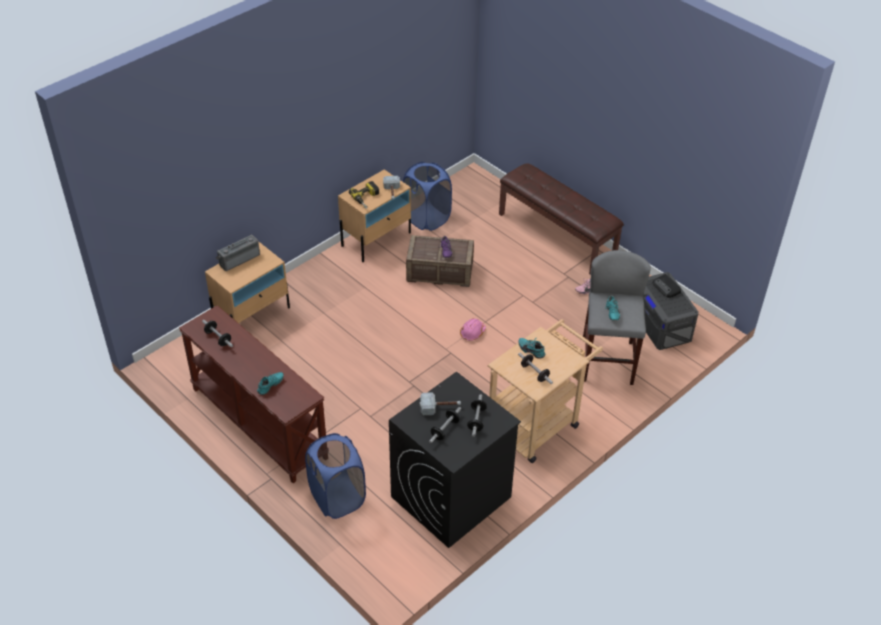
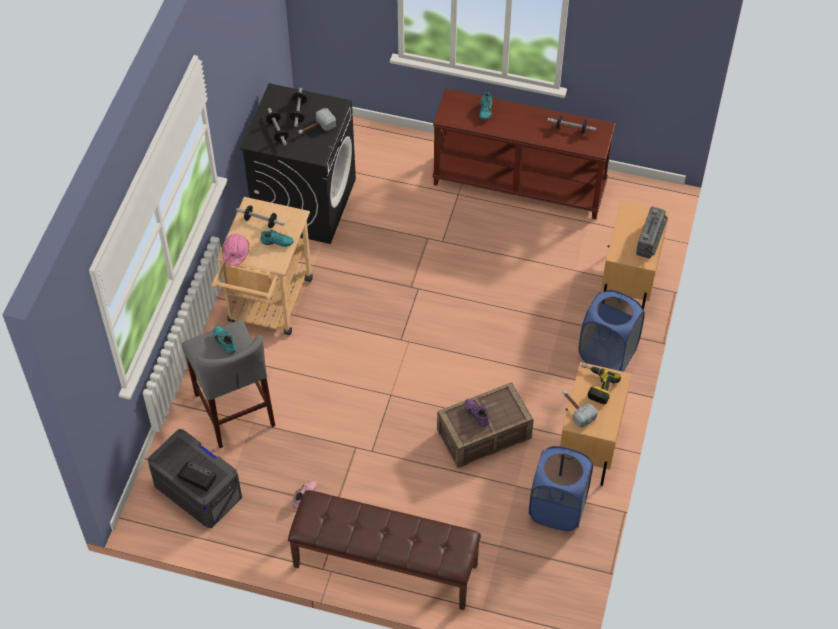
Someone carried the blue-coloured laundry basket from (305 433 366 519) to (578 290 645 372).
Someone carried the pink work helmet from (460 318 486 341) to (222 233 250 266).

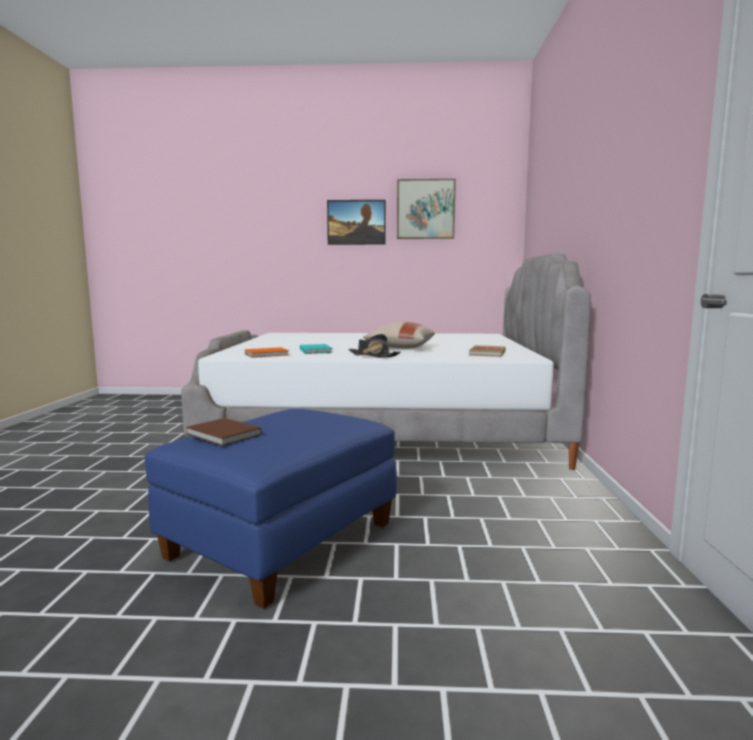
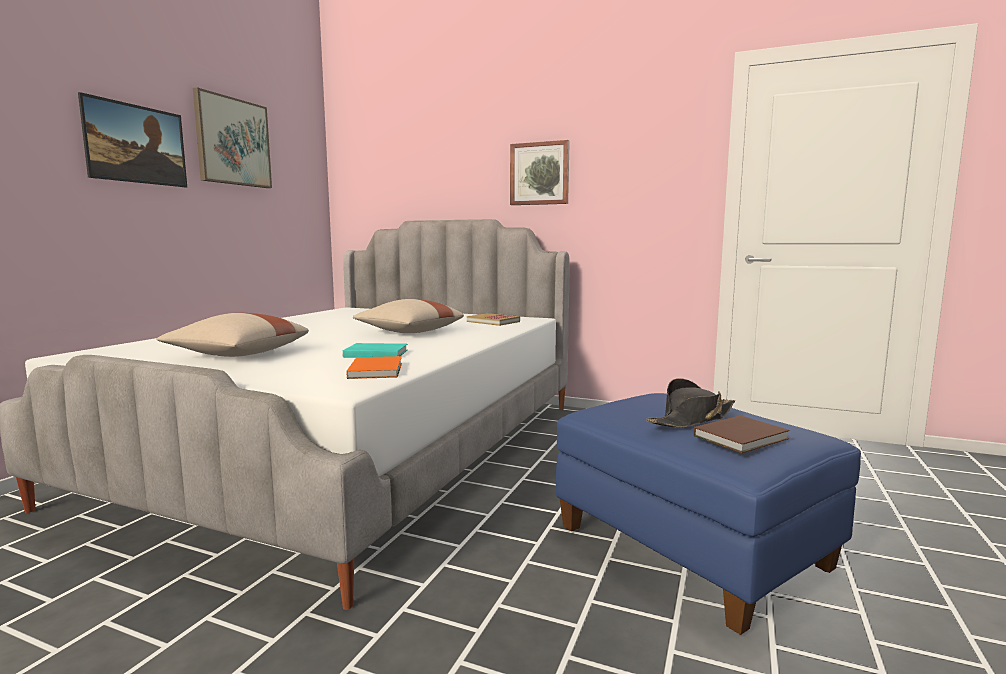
Someone carried the blackish clothing hat from (349 334 401 358) to (646 378 735 427).
Someone put down the beige-coloured cushion at (156 313 309 357).
Someone put up the wall art at (510 140 570 205).

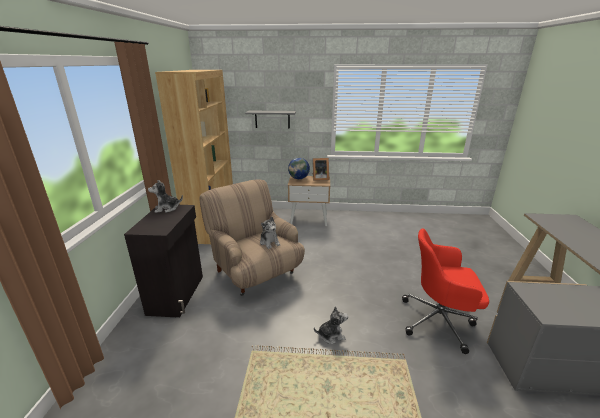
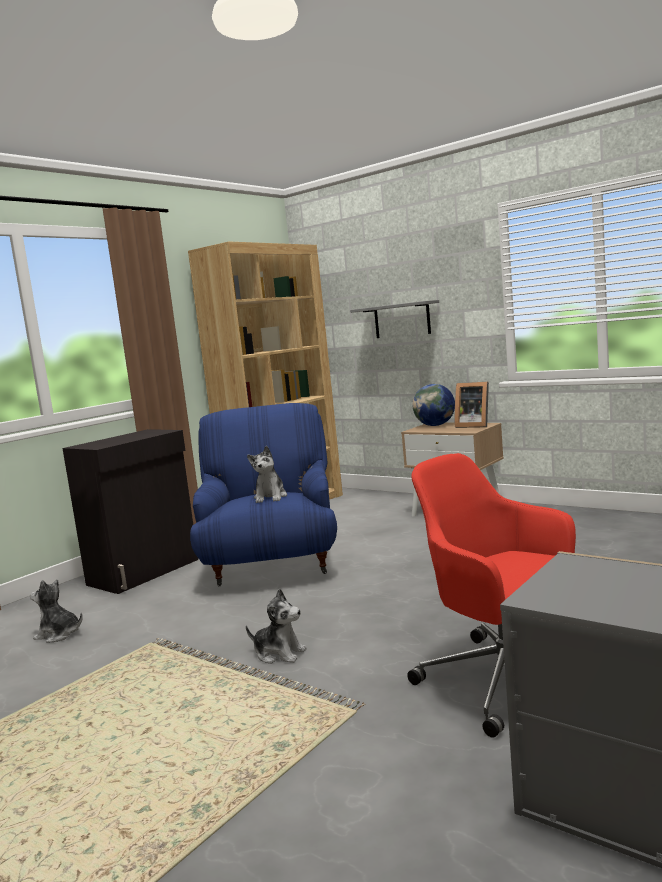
Someone carried the soft toy from (148 180 183 213) to (30 579 83 643).
Someone repainted the beige-coloured easy chair at (199 180 305 296), which became the blue-coloured easy chair at (190 403 337 586).

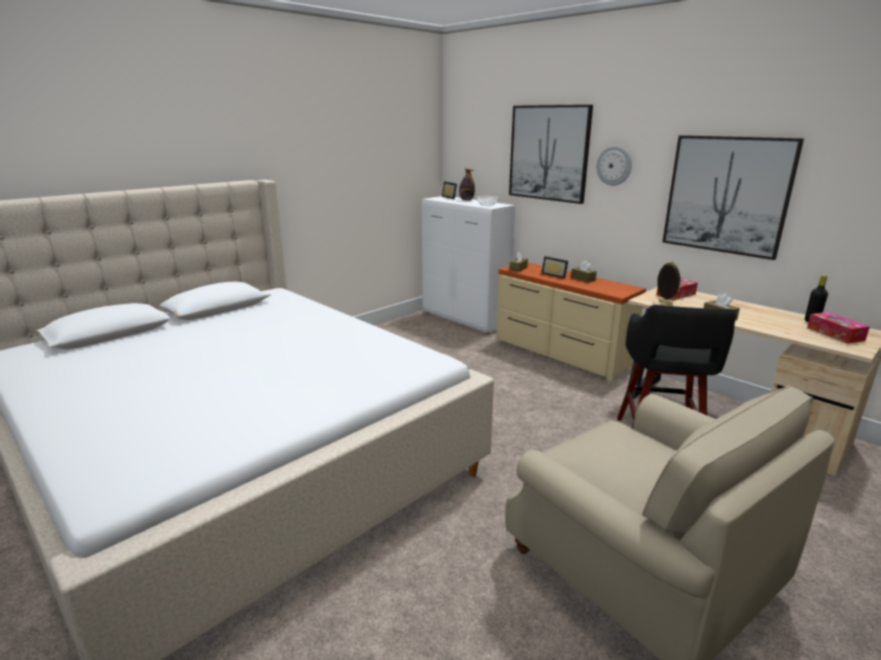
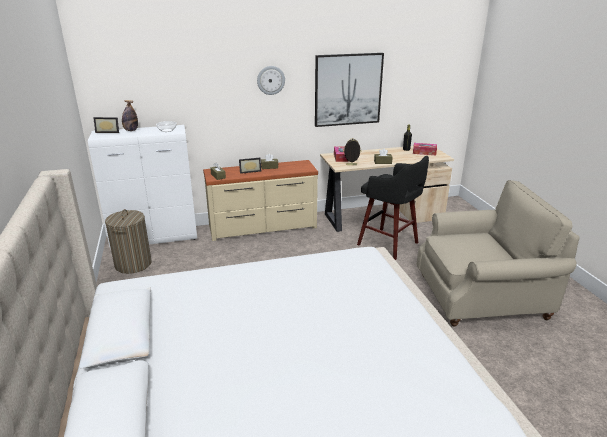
Someone took away the wall art at (509 105 593 204).
Someone put down the laundry basket at (105 209 152 274).

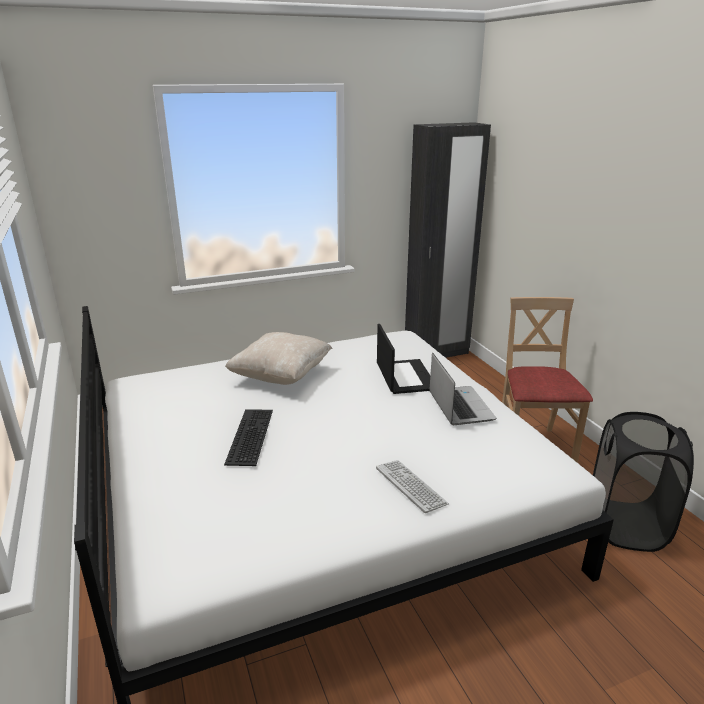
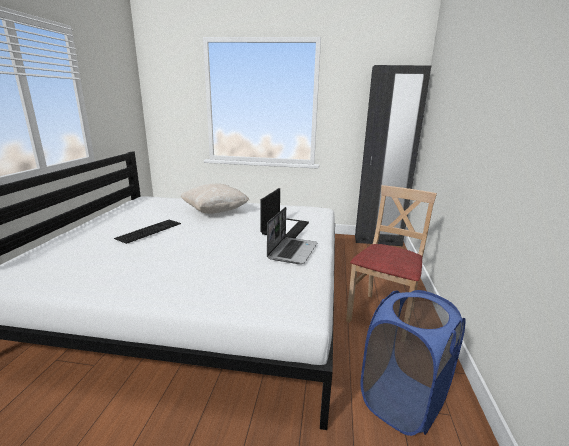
Someone took away the PC keyboard at (376 460 449 513).
Someone repainted the blackish laundry basket at (593 412 694 552), which became the blue-coloured laundry basket at (360 290 466 436).

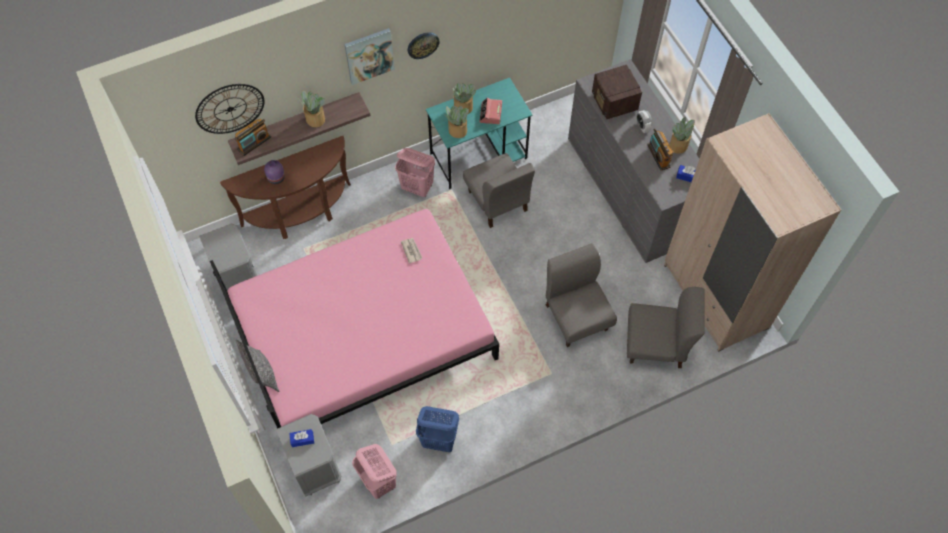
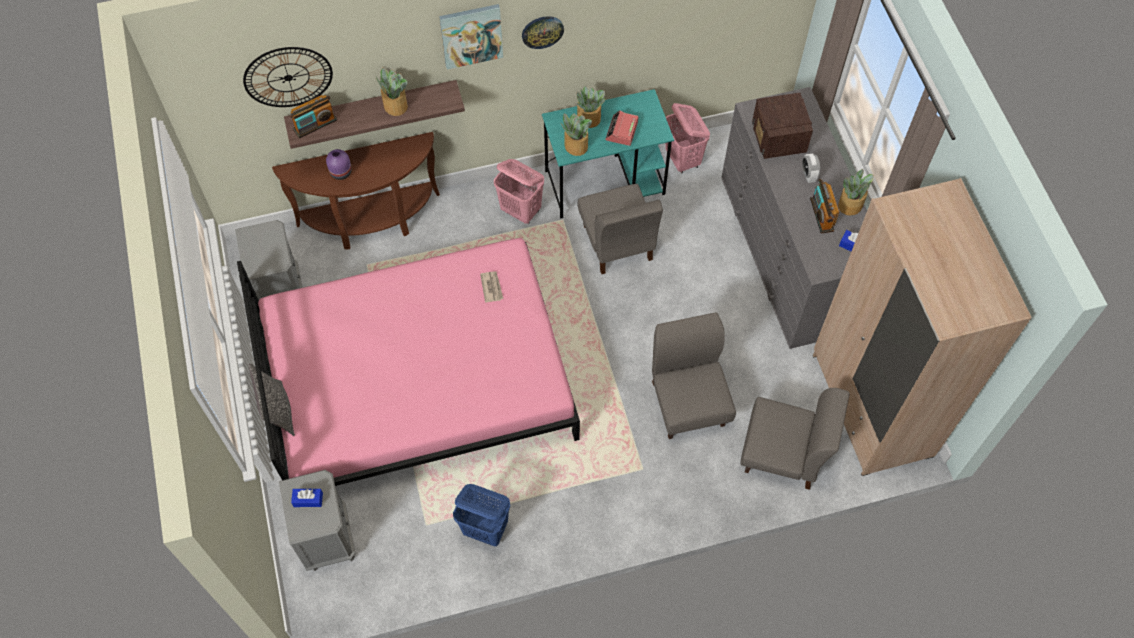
Someone carried the pink laundry basket from (352 444 397 499) to (665 103 710 173).

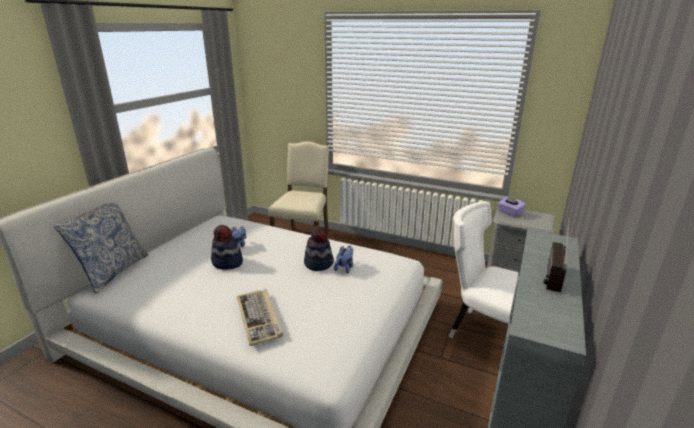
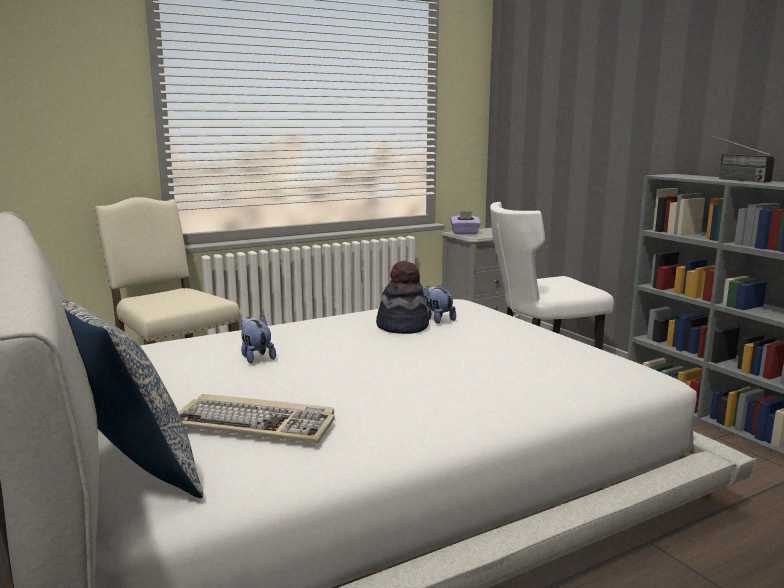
Someone took away the clothing hat at (211 225 243 270).
Someone carried the PC keyboard from (237 289 283 346) to (178 394 335 443).

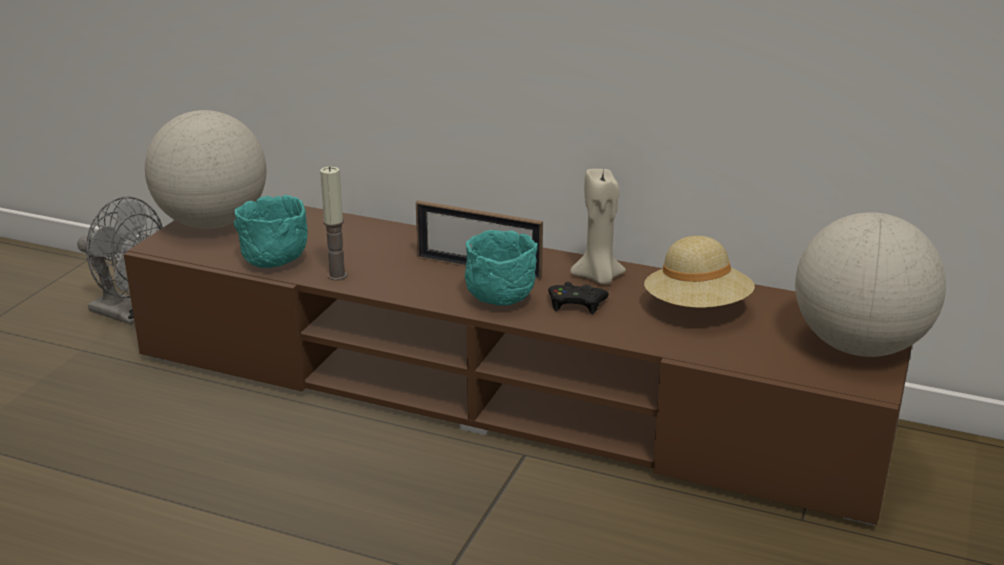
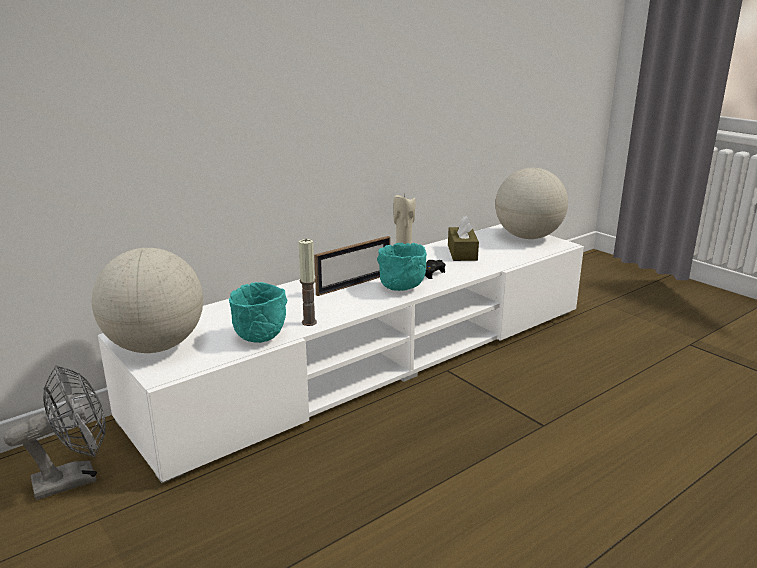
Someone repainted the brown-coloured tv unit at (124 206 912 526), which became the whitish tv unit at (98 224 584 483).
Someone swapped the beige-coloured clothing hat at (644 236 755 308) for the brown-coloured tissue holder at (448 216 479 261).

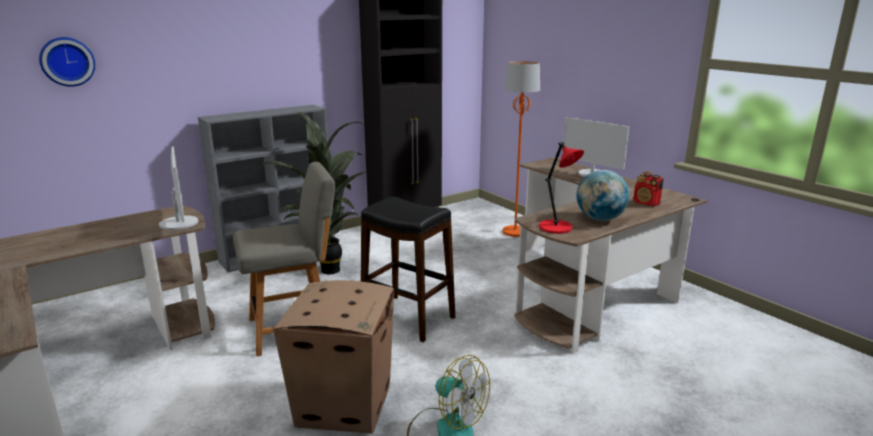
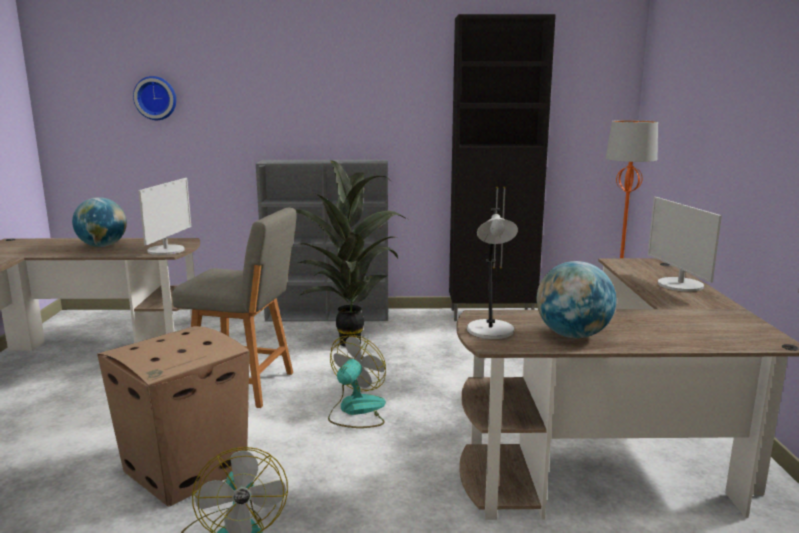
Someone swapped the blackish stool at (361 197 455 342) for the cooling fan at (328 335 386 428).
Someone repainted the reddish tabletop lamp at (539 142 584 234), which became the greyish tabletop lamp at (467 208 518 339).
Someone took away the radio set at (633 171 664 207).
Someone put down the world globe at (72 197 127 247).

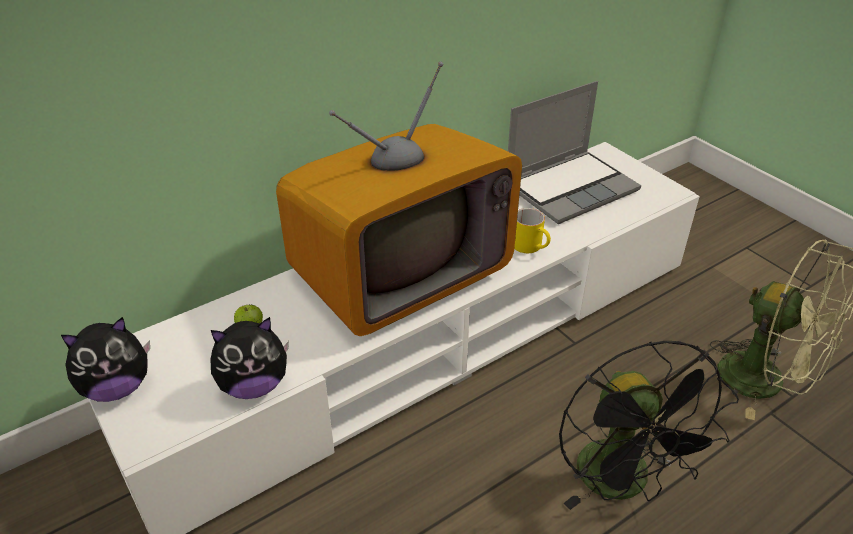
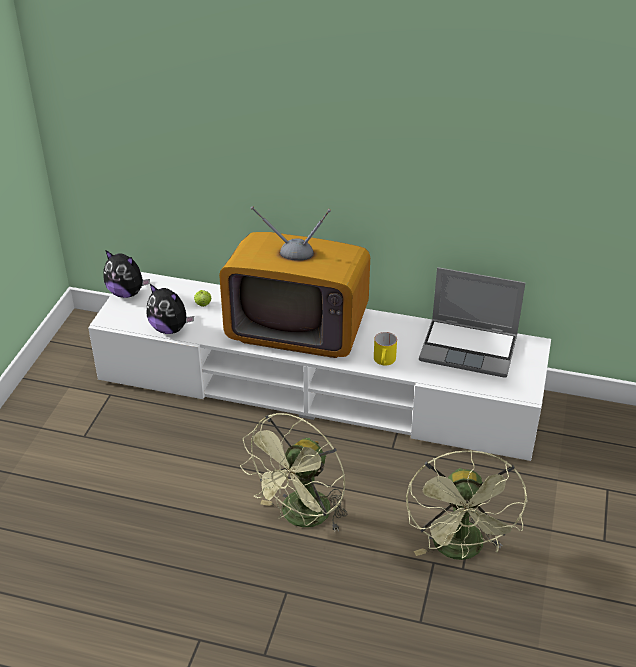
Someone repainted the blackish cooling fan at (559 341 739 510), which became the greenish cooling fan at (240 413 348 532).

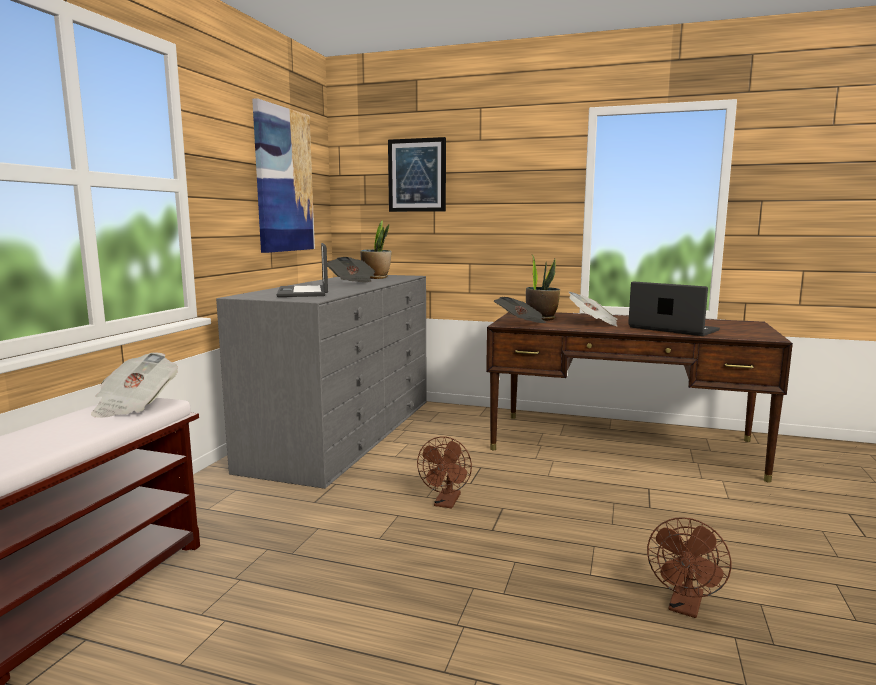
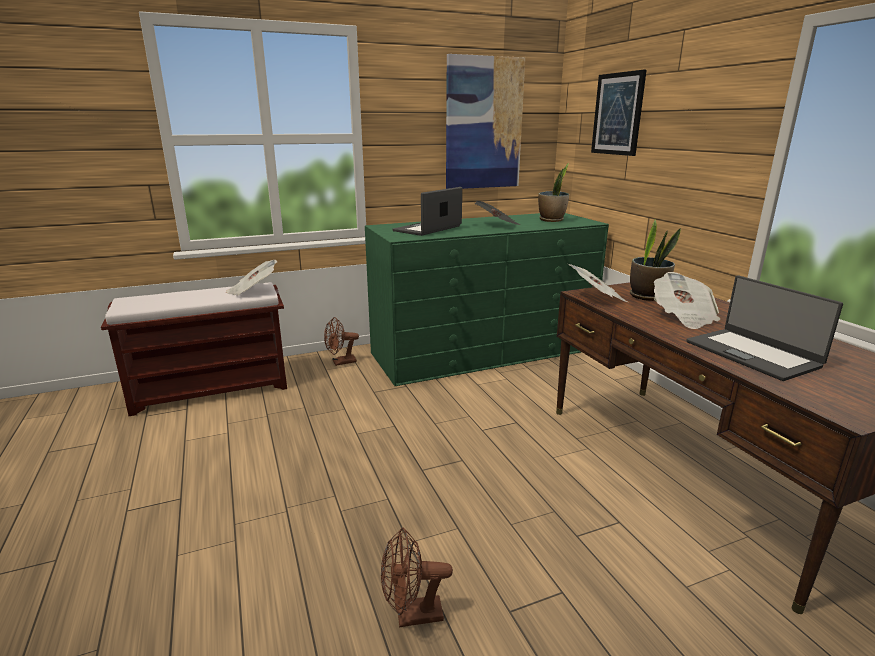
Someone repainted the greyish drawer chest at (216 275 427 489), which became the greenish drawer chest at (365 213 609 386).
Someone carried the brown-coloured cooling fan from (417 436 472 508) to (324 317 359 366).
Someone rotated the notebook computer at (628 281 720 336) by 150 degrees clockwise.

